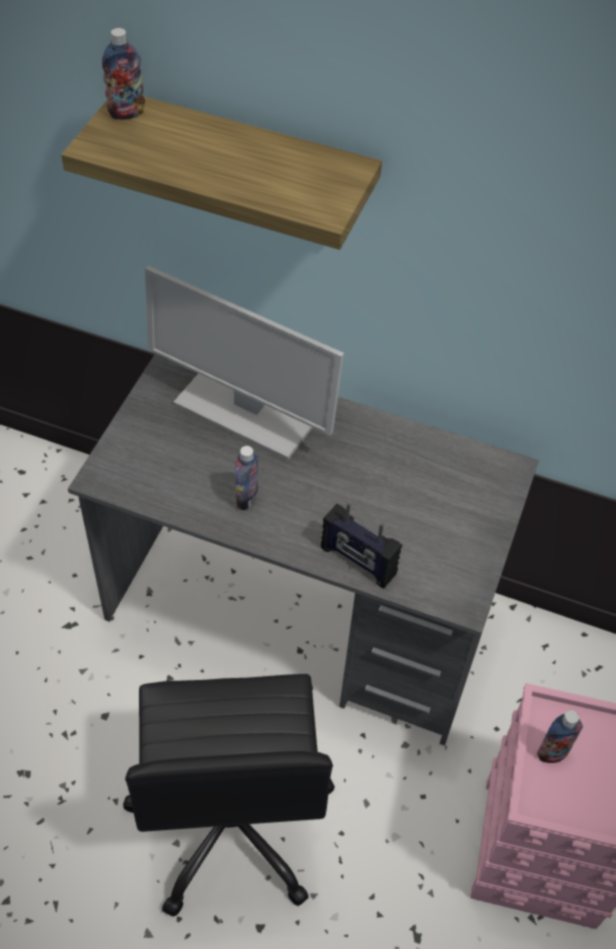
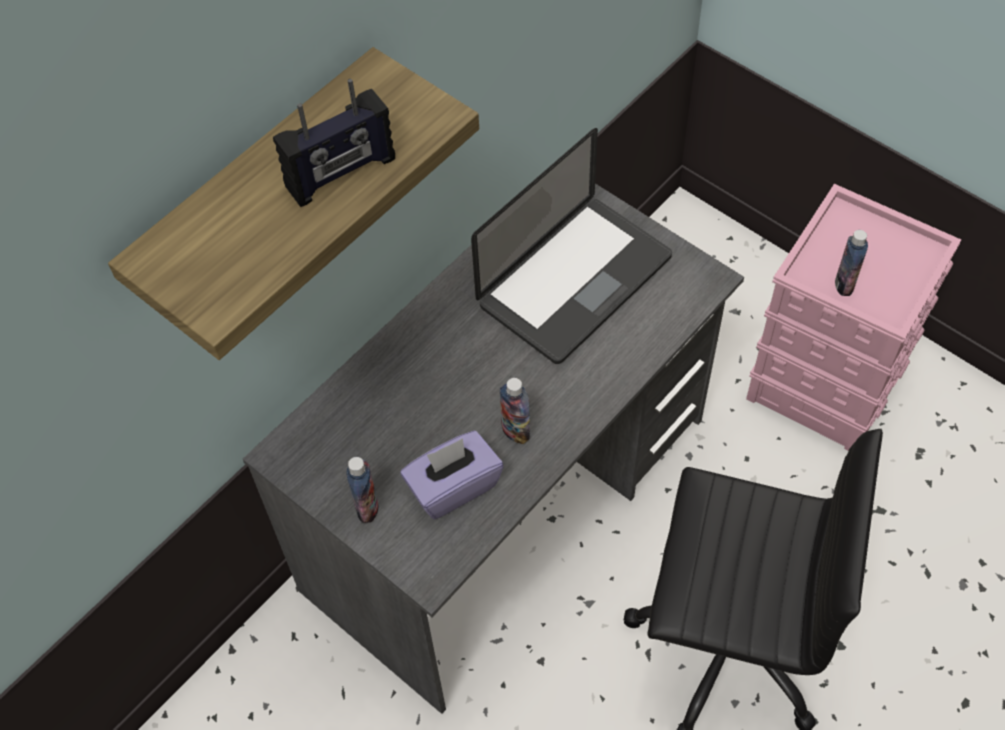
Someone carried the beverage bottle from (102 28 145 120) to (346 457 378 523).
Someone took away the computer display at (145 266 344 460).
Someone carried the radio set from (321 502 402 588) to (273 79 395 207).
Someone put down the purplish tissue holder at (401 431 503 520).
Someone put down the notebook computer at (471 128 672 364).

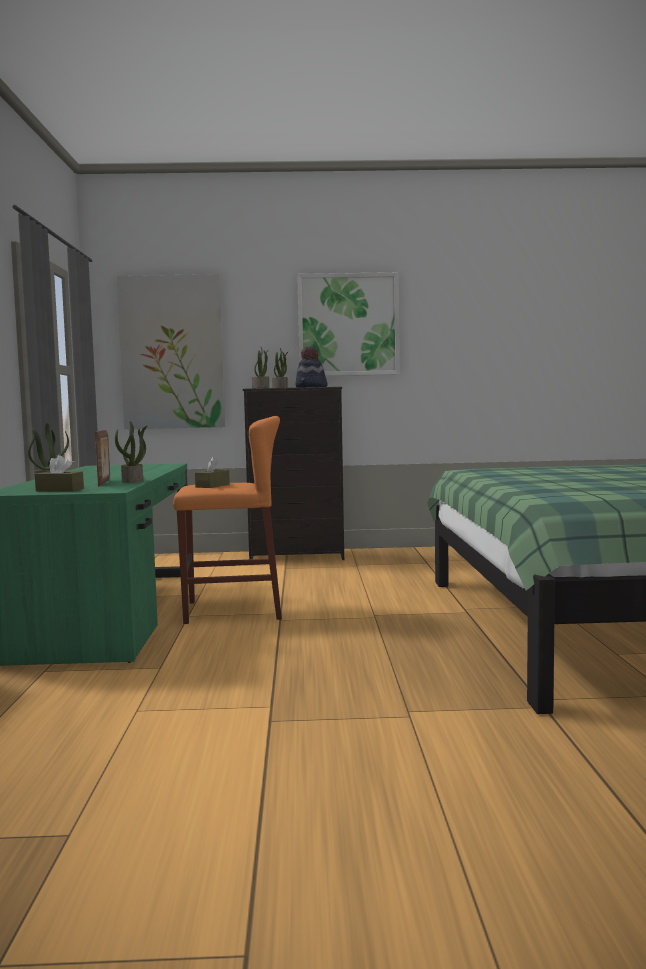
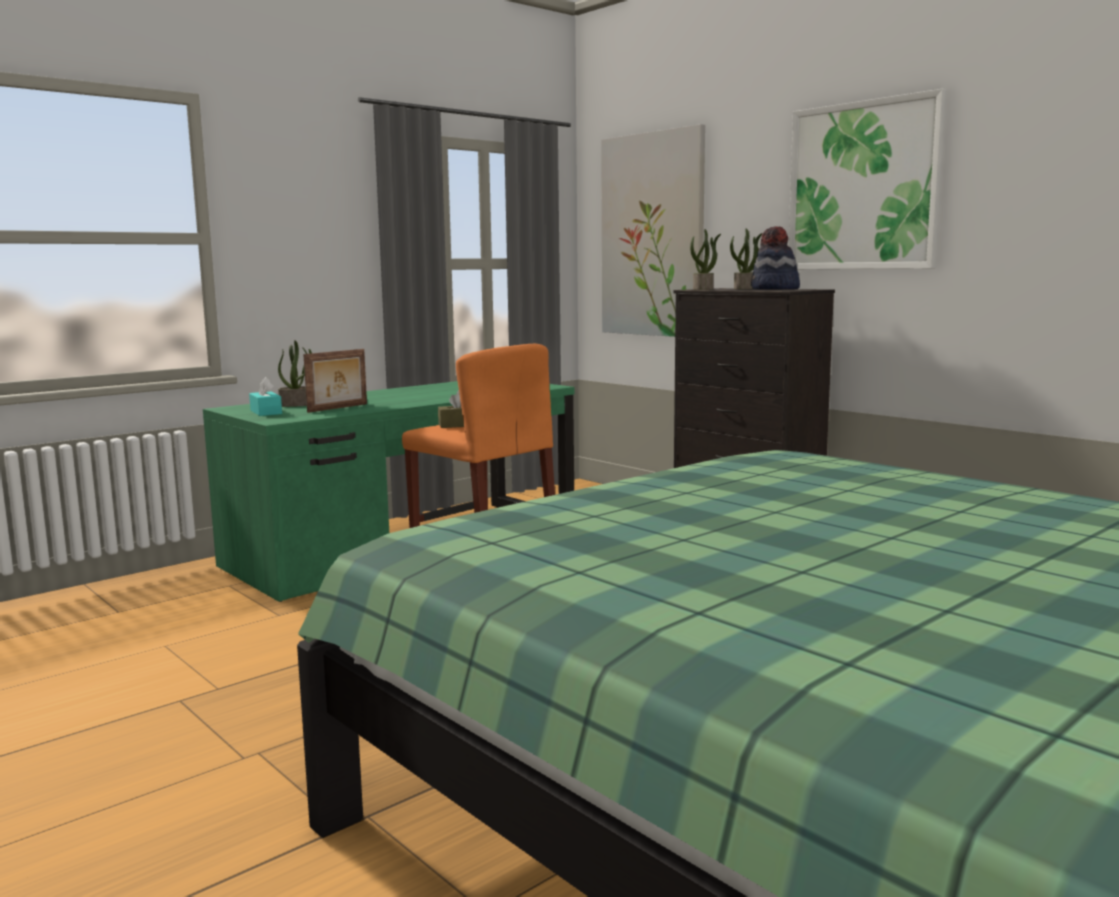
Someone repainted the brown-coloured tissue holder at (35 455 84 492), which became the turquoise-coloured tissue holder at (249 377 282 416).
Someone took away the houseplant at (115 421 147 483).

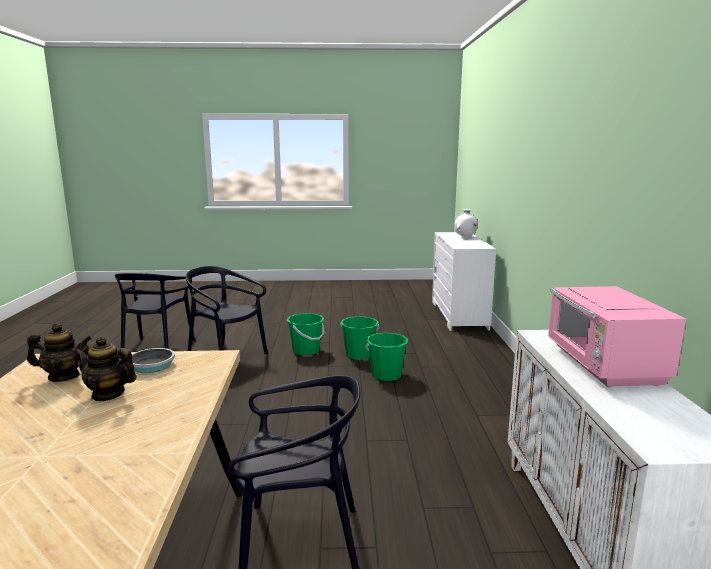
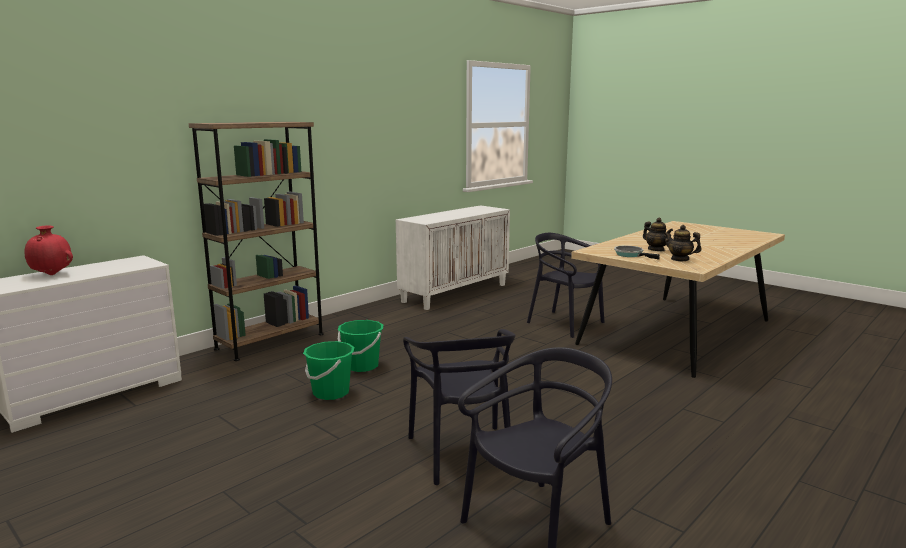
Someone took away the greenish water bucket at (287 313 324 356).
Someone repainted the whitish decorative vase at (454 209 478 238), which became the reddish decorative vase at (24 225 73 275).
Someone took away the pink kitchen microwave at (548 286 686 388).
Someone put down the brown-coloured bookcase at (189 122 324 361).

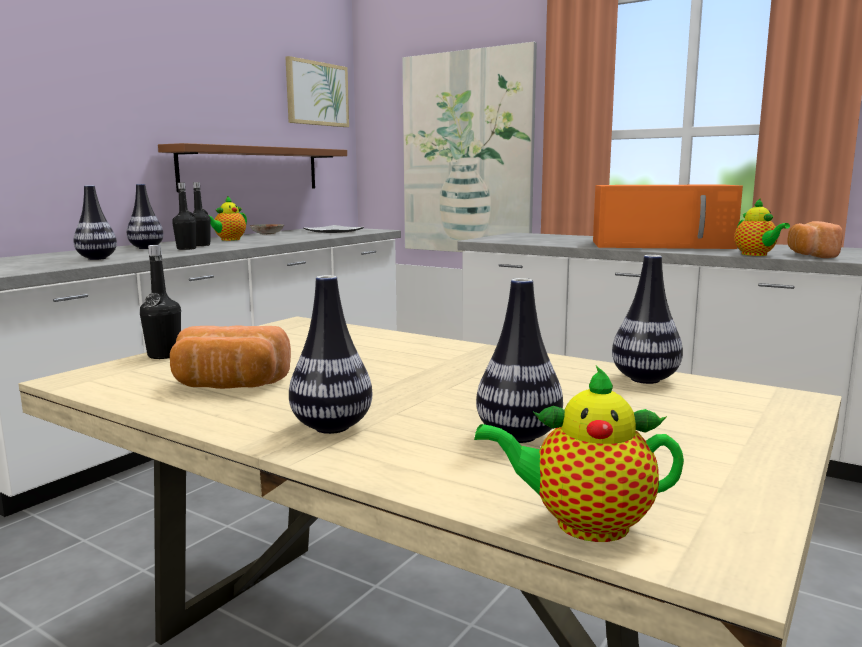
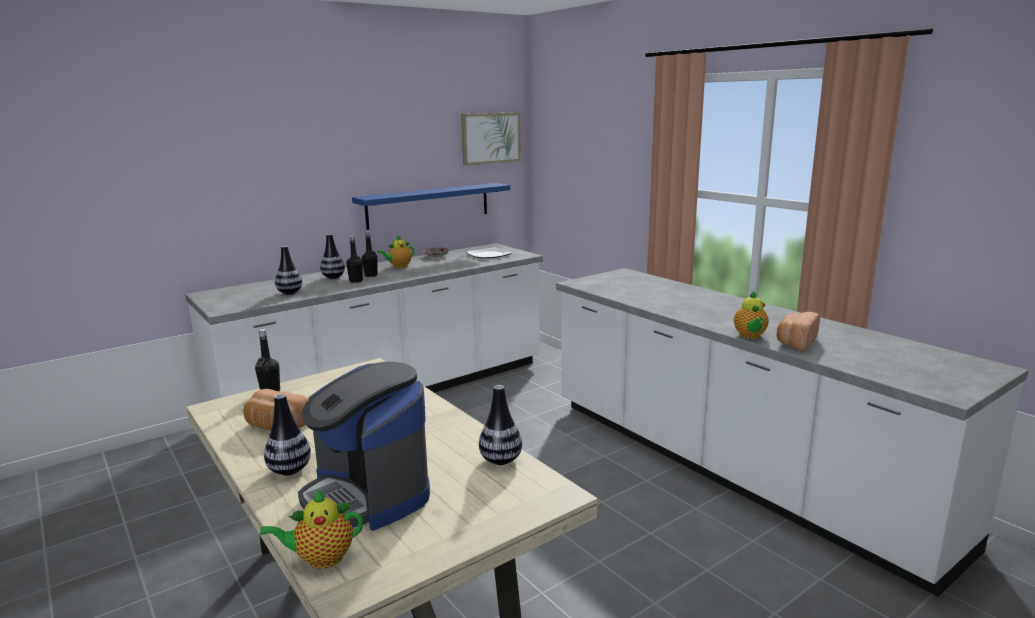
Someone repainted the brown-coloured wall shelf at (158 143 347 192), which became the blue-coloured wall shelf at (352 183 510 230).
Someone took away the wall art at (402 42 537 252).
Someone rotated the pot for tea at (474 366 684 542) by 45 degrees counterclockwise.
Someone swapped the decorative vase at (476 278 563 443) for the coffee machine at (298 362 430 531).
Someone took away the orangey kitchen microwave at (593 185 743 249).

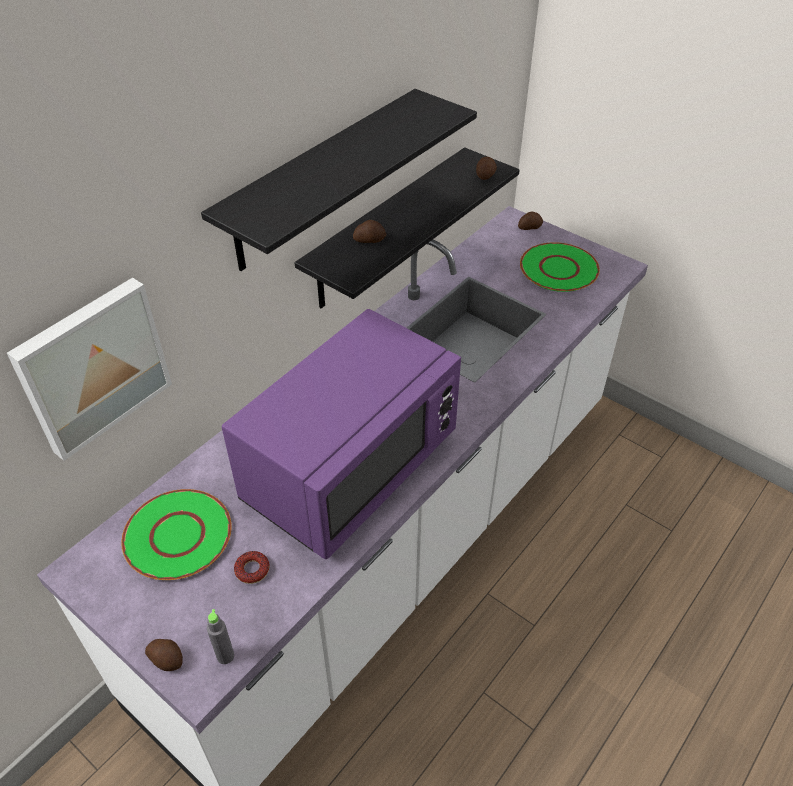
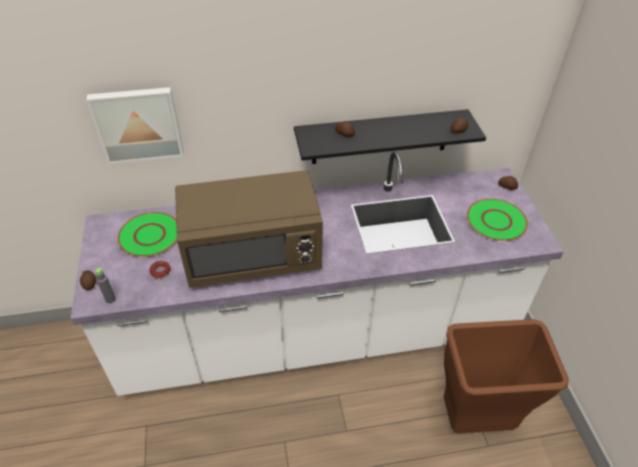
Someone took away the blackish wall shelf at (201 89 477 271).
Someone repainted the purplish kitchen microwave at (222 309 461 559), which became the brown-coloured kitchen microwave at (175 170 323 288).
Someone put down the brown-coloured rubbish bin at (444 319 568 434).

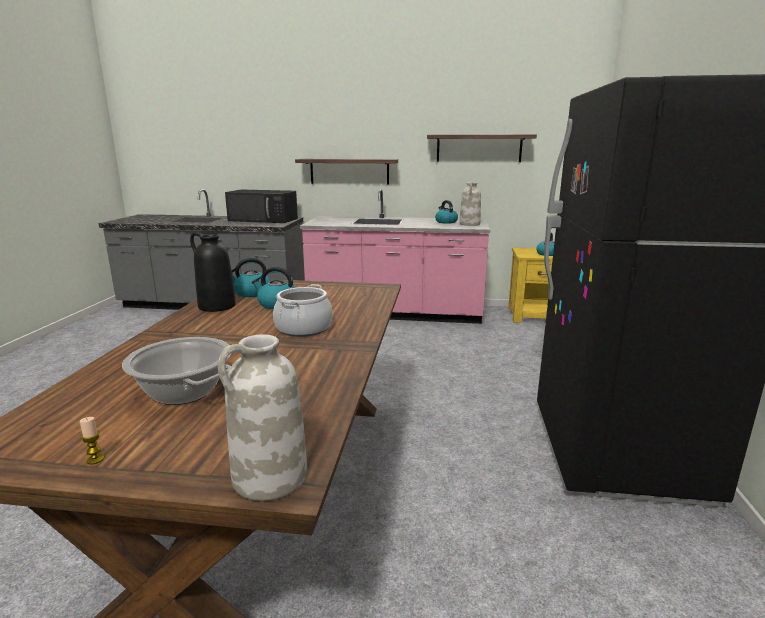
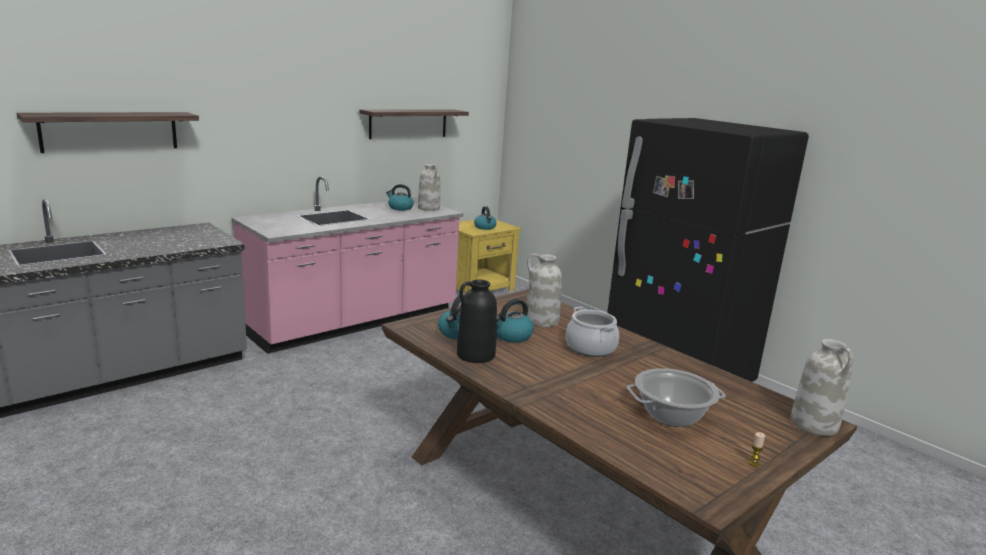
Someone took away the blackish kitchen microwave at (225 190 298 223).
Someone carried the wall shelf from (295 159 398 185) to (16 112 199 153).
Someone put down the whitish decorative vase at (527 253 562 327).

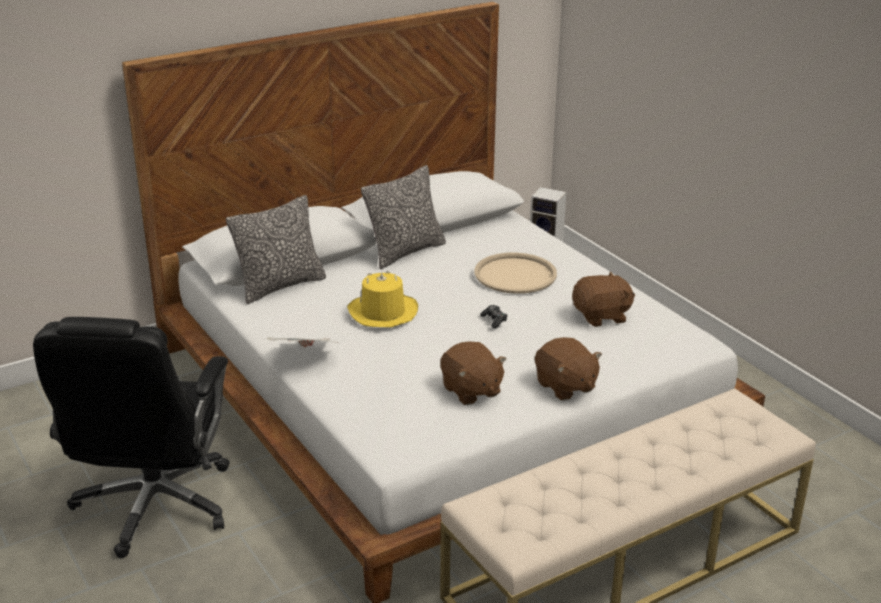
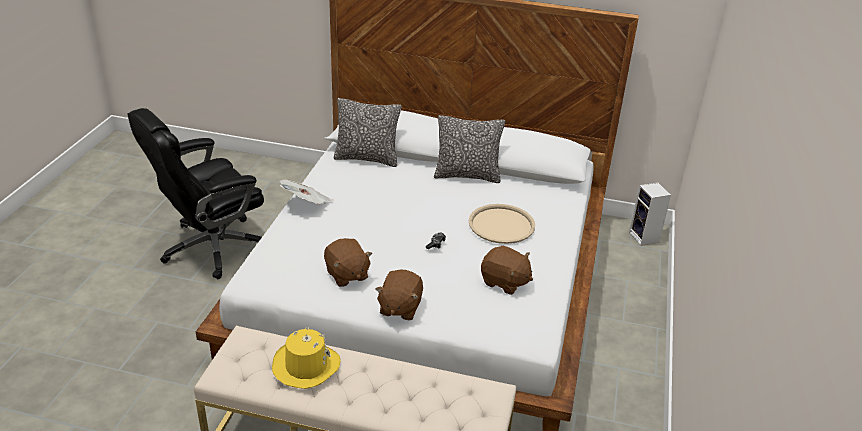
Someone carried the yellow-coloured clothing hat from (347 271 418 328) to (272 327 341 389).
Someone rotated the brown-coloured soft toy at (440 341 506 405) by 45 degrees counterclockwise.

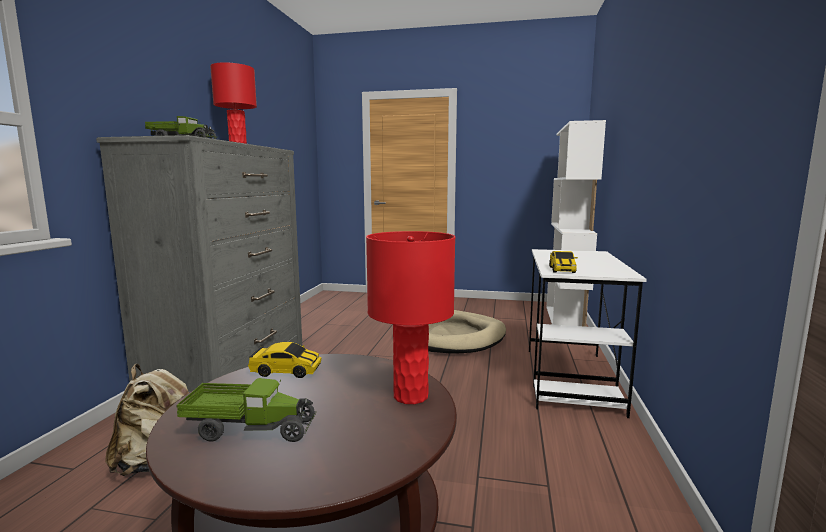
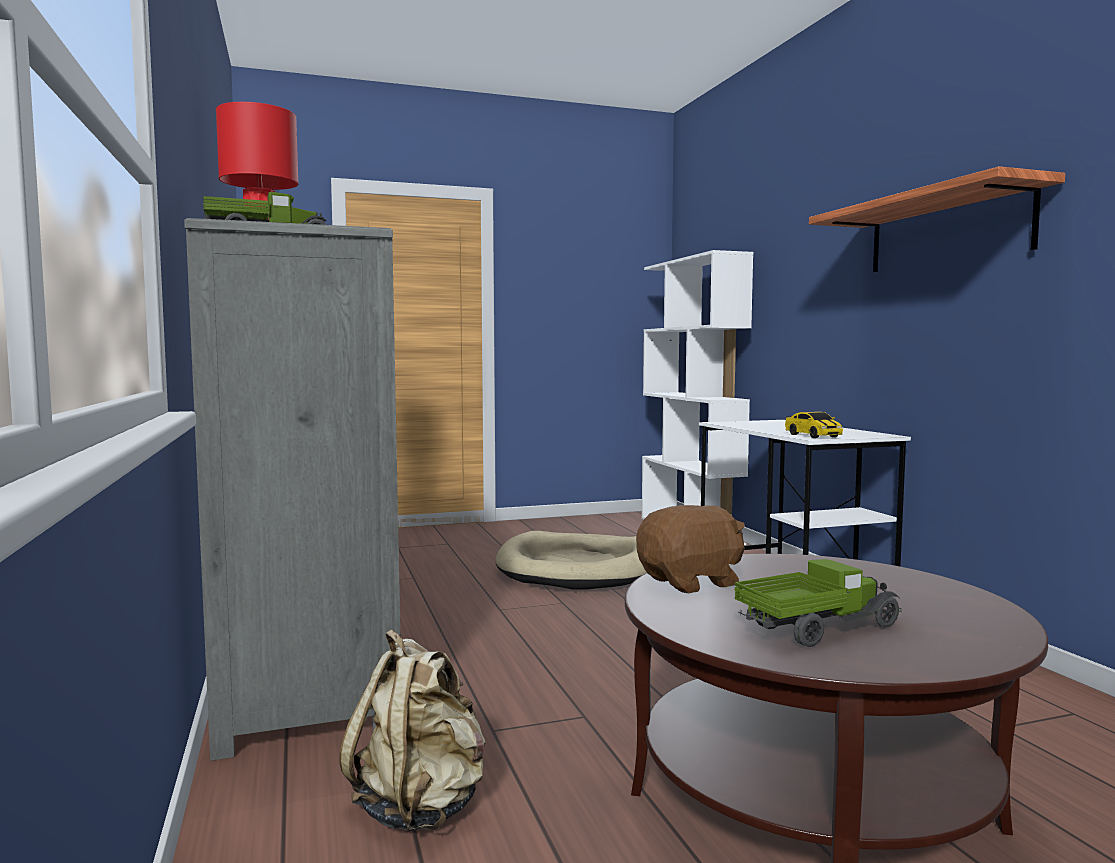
Someone swapped the toy car at (248 342 322 378) for the brown-coloured soft toy at (636 505 745 593).
Someone took away the reddish tabletop lamp at (366 231 455 404).
Someone put up the wall shelf at (809 166 1065 272).

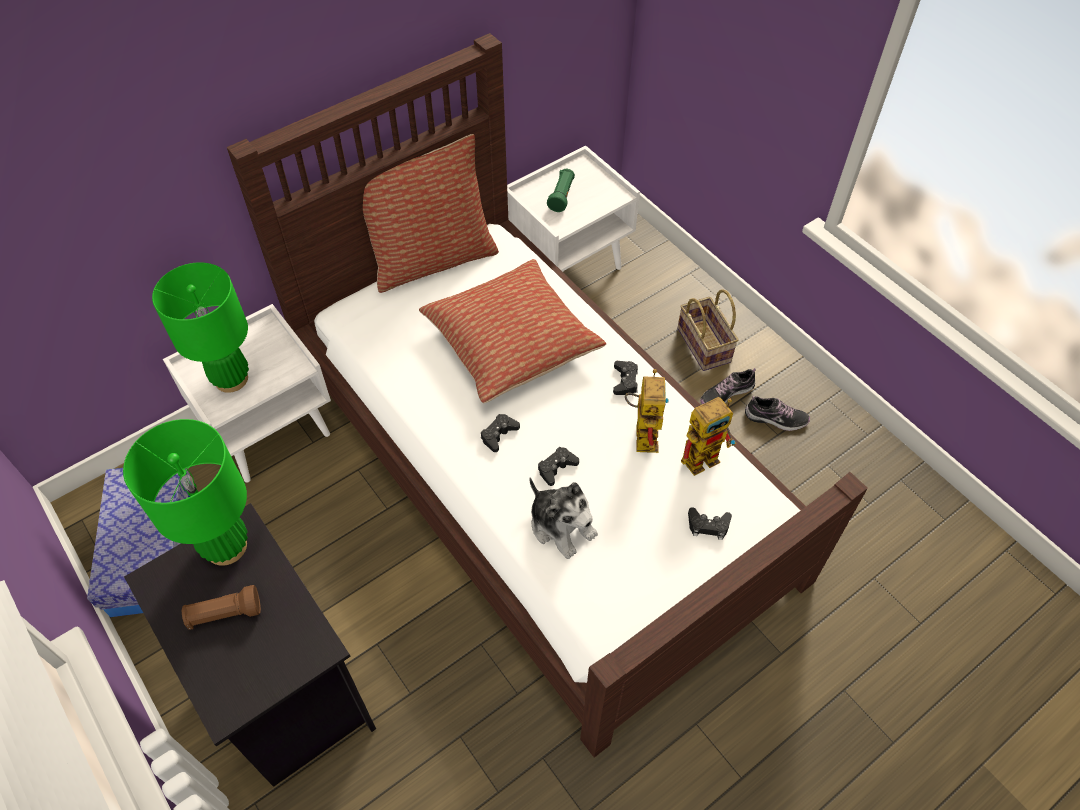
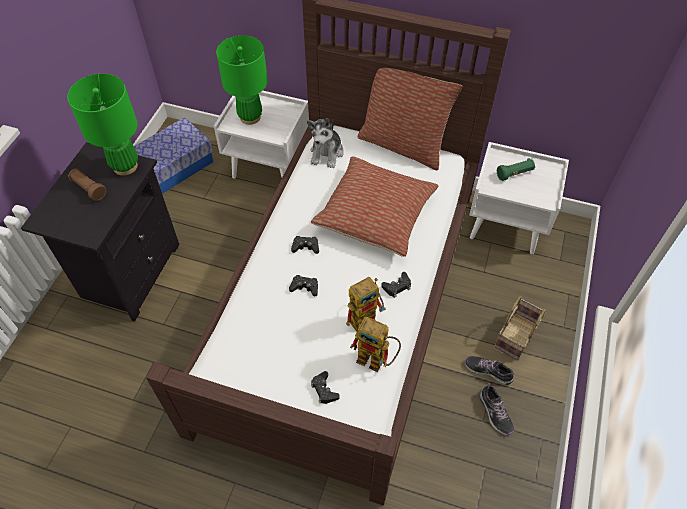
Someone carried the soft toy from (529 477 598 559) to (307 118 344 168).

